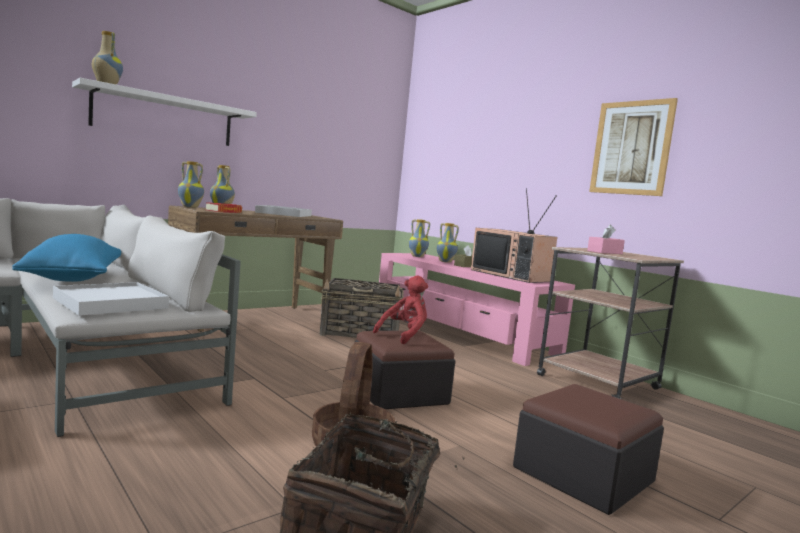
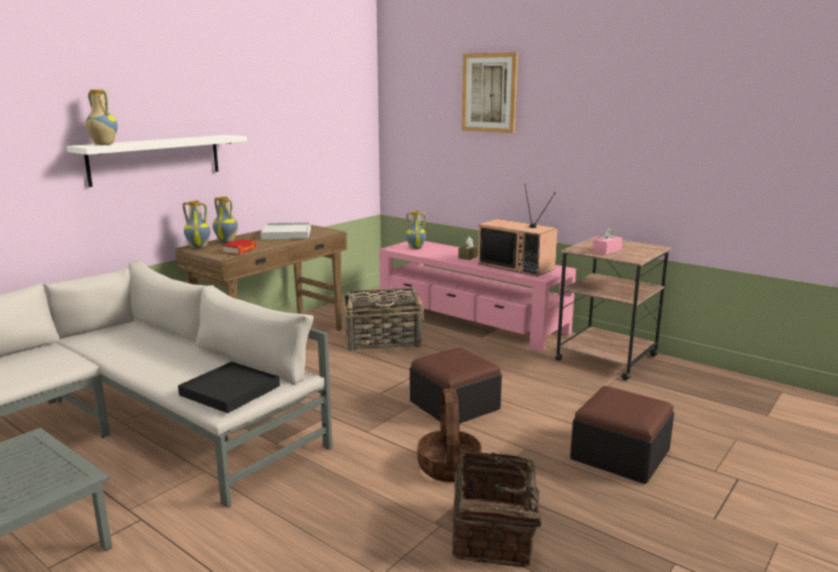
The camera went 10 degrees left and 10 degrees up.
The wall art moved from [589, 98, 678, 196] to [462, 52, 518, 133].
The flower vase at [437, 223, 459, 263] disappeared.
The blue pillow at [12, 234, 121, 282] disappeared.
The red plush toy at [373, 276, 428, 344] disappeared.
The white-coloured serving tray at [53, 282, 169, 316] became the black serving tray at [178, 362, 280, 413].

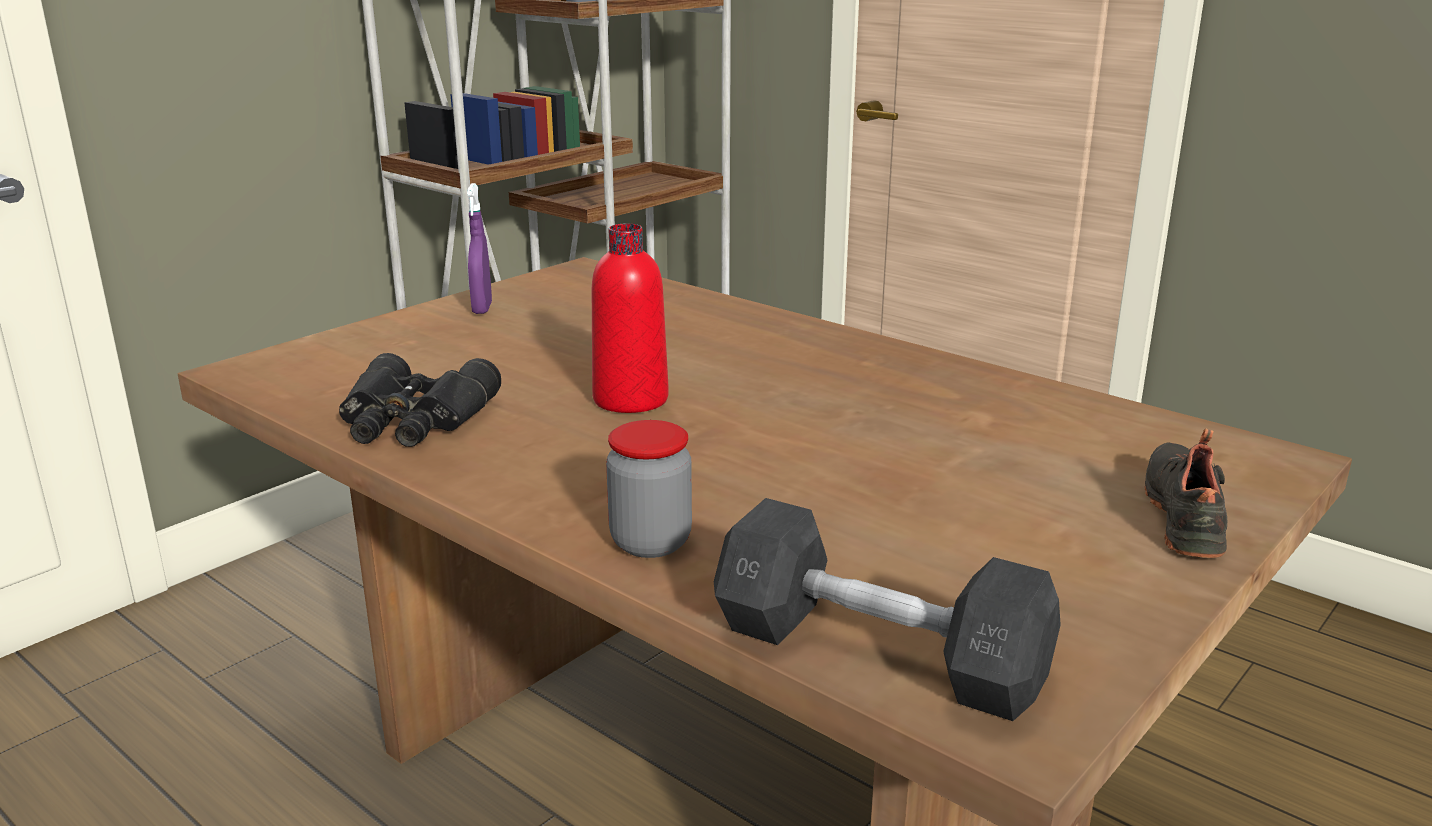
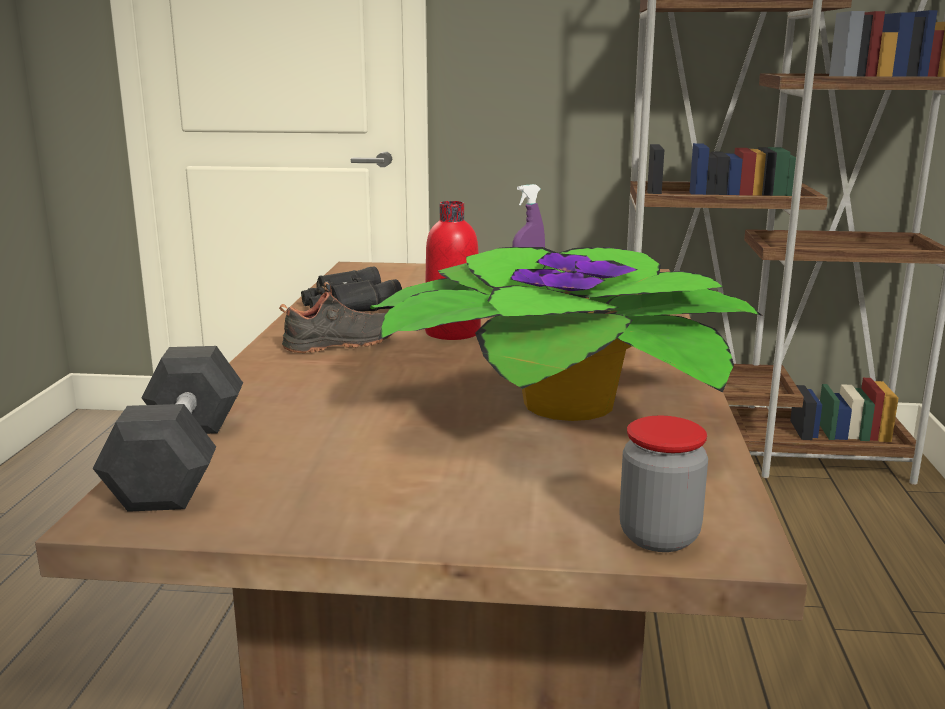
The camera went 55 degrees right and 5 degrees down.
The jar moved from [606, 420, 692, 558] to [619, 416, 708, 552].
The black item of footwear moved from [1144, 428, 1227, 558] to [279, 282, 394, 353].
The potted plant at [369, 247, 762, 421] appeared.

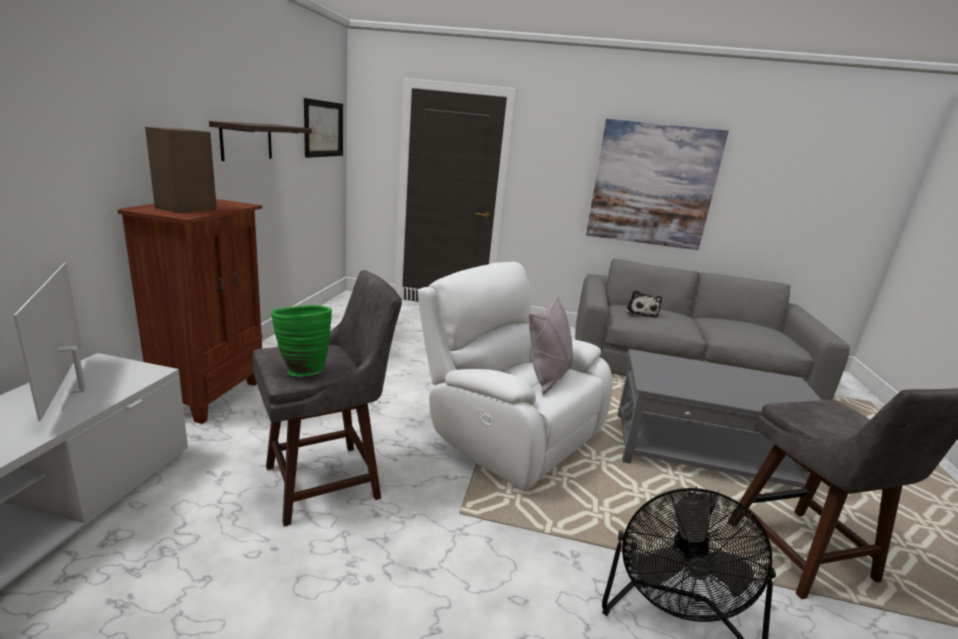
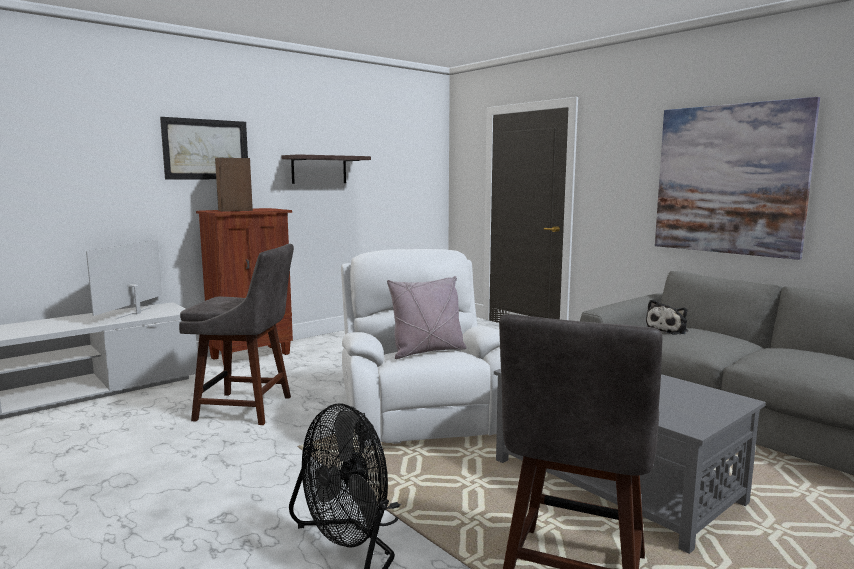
The camera went 40 degrees right and 10 degrees down.
The wall art moved from [304, 98, 343, 158] to [160, 117, 248, 180].
The greenish flower vase at [271, 305, 332, 376] disappeared.

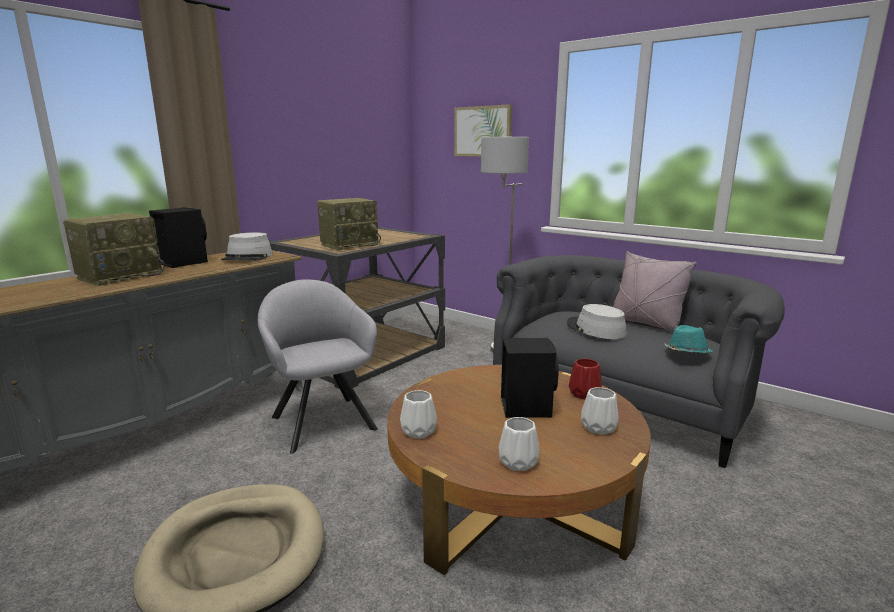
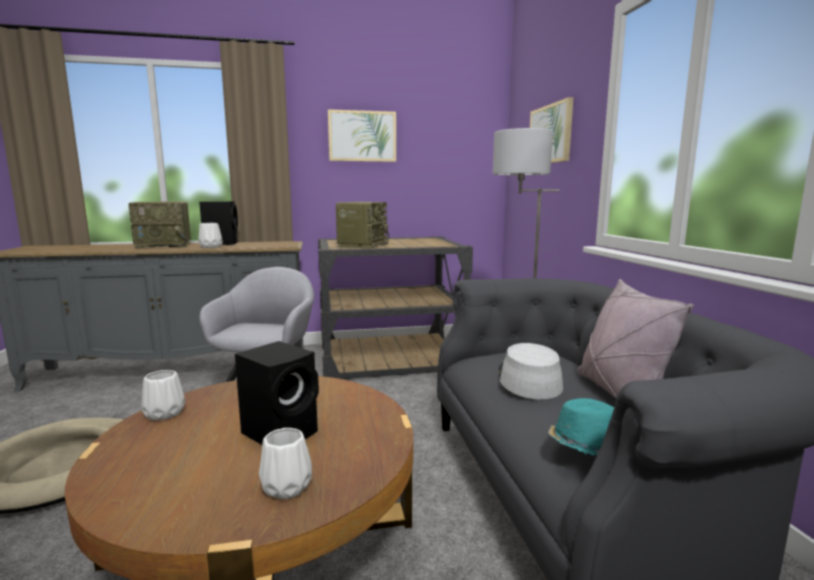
The camera went 40 degrees right and 5 degrees down.
The radio at [317, 198, 381, 250] turned 75 degrees counterclockwise.
The greyish hat at [221, 232, 273, 260] disappeared.
The red flower vase at [569, 359, 602, 399] disappeared.
The white-coloured flower vase moved from [499, 417, 540, 471] to [198, 223, 223, 248].
The wall art at [328, 109, 396, 162] appeared.

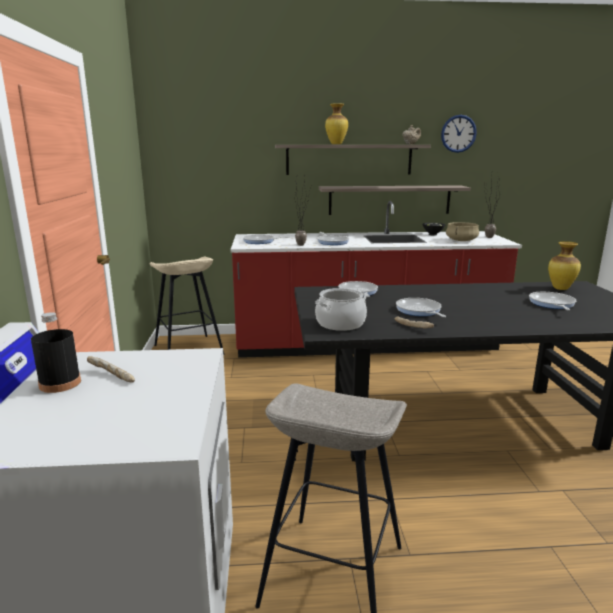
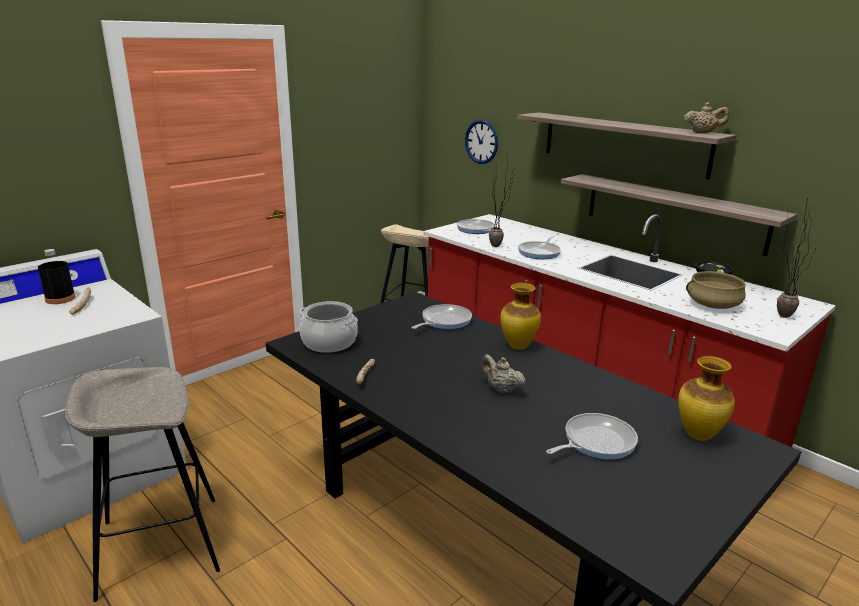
The camera went 50 degrees right and 5 degrees up.
The flower vase moved from [325, 104, 348, 144] to [500, 282, 541, 350].
The clock on the wall moved from [441, 115, 477, 153] to [465, 120, 498, 164].
The pan at [396, 298, 446, 317] disappeared.
The beige pot for tea at [481, 354, 526, 394] appeared.

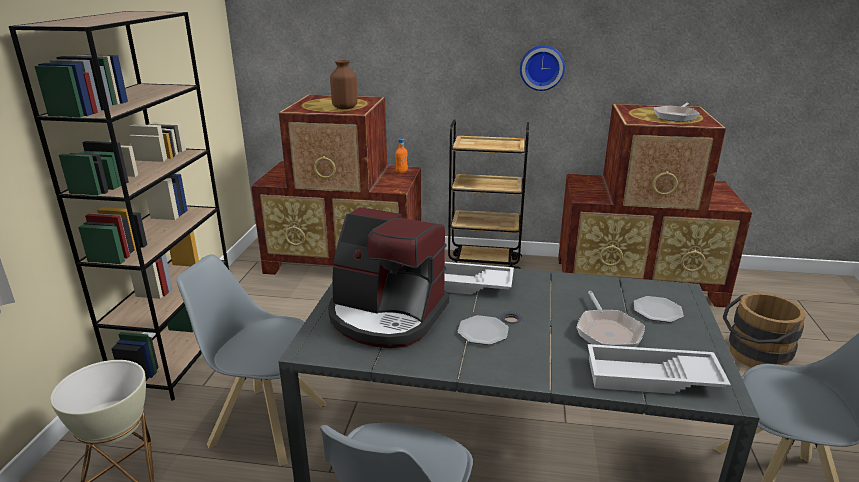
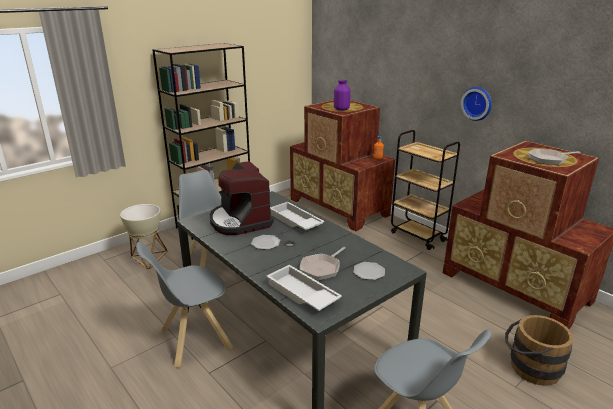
The camera went 40 degrees right and 0 degrees up.
The brown flower vase at [330, 60, 358, 109] became the purple-coloured flower vase at [334, 80, 351, 111].

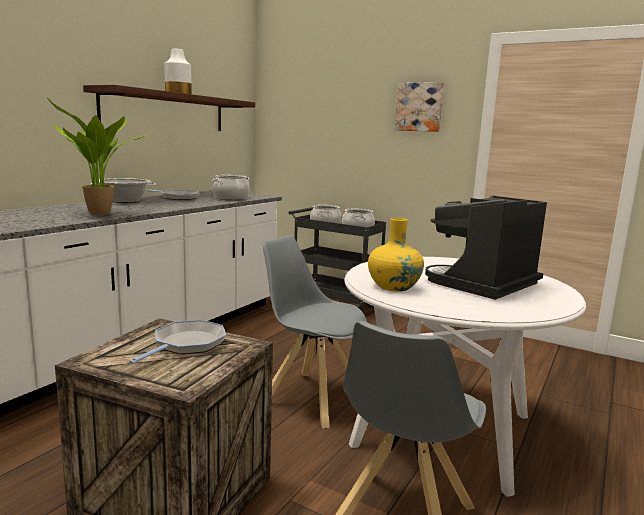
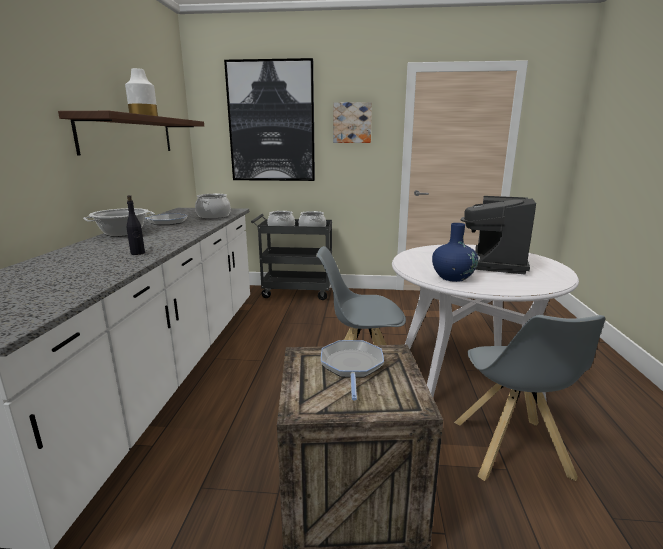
The camera went 25 degrees left and 5 degrees up.
The potted plant at [47, 98, 148, 215] was replaced by the black beverage bottle at [127, 195, 145, 255].
The yellow flower vase at [368, 218, 424, 291] became the blue flower vase at [432, 223, 478, 282].
The wall art at [224, 58, 315, 181] appeared.

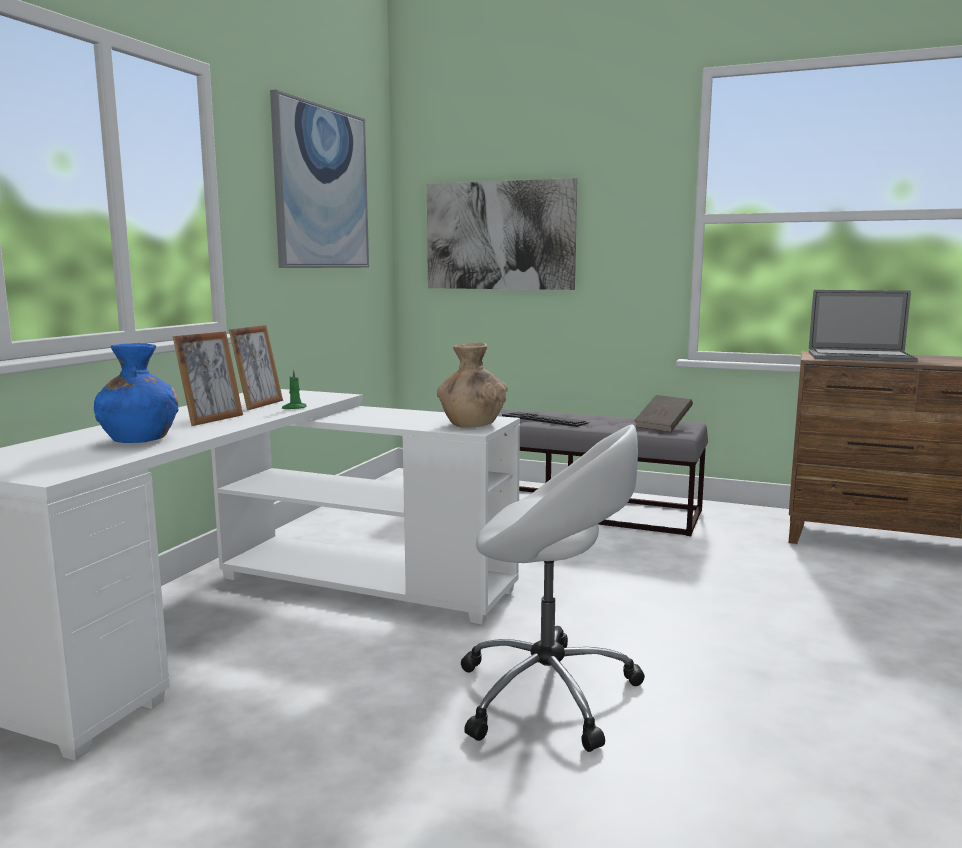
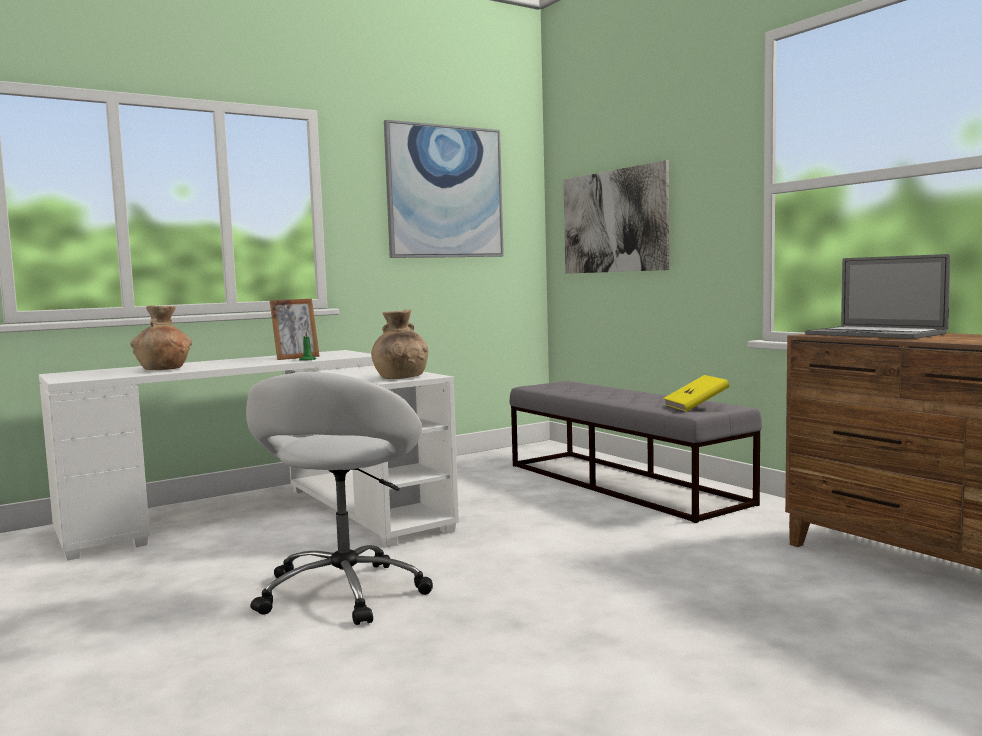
The camera went 35 degrees right and 5 degrees down.
The standing frame at [173, 331, 243, 426] disappeared.
The blue flower vase at [94, 343, 179, 443] became the brown flower vase at [130, 306, 192, 370].
The brown volume at [634, 395, 693, 432] became the yellow volume at [663, 375, 729, 412].
The keyboard at [502, 412, 589, 427] disappeared.
The white-coloured desk chair at [461, 424, 645, 752] turned 45 degrees clockwise.

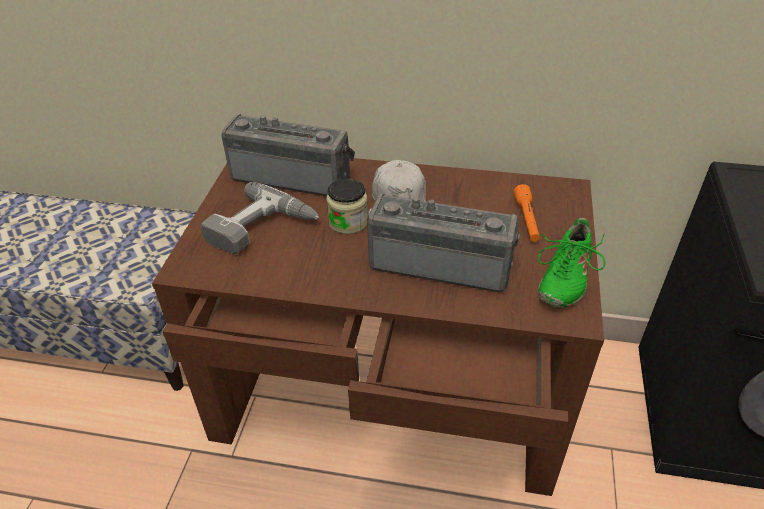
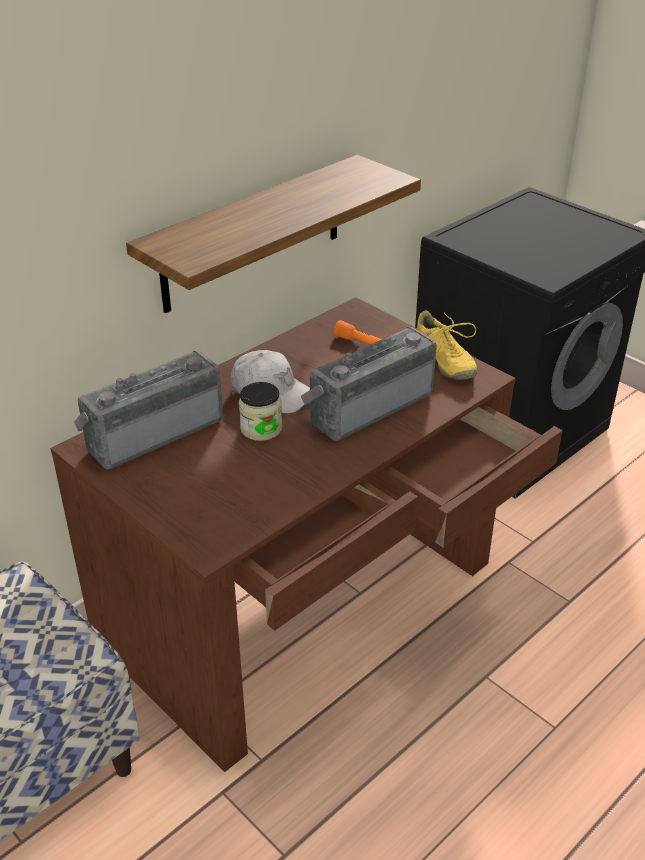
The camera went 55 degrees left and 5 degrees down.
The power drill at [200, 182, 319, 255] disappeared.
The greenish item of footwear at [538, 218, 605, 307] became the yellow item of footwear at [417, 311, 477, 380].
The bracket shelf at [126, 155, 421, 313] appeared.

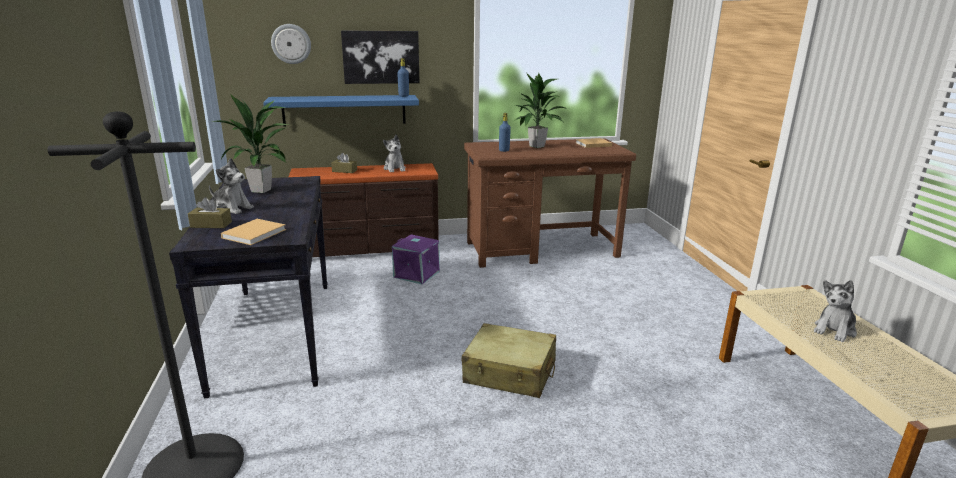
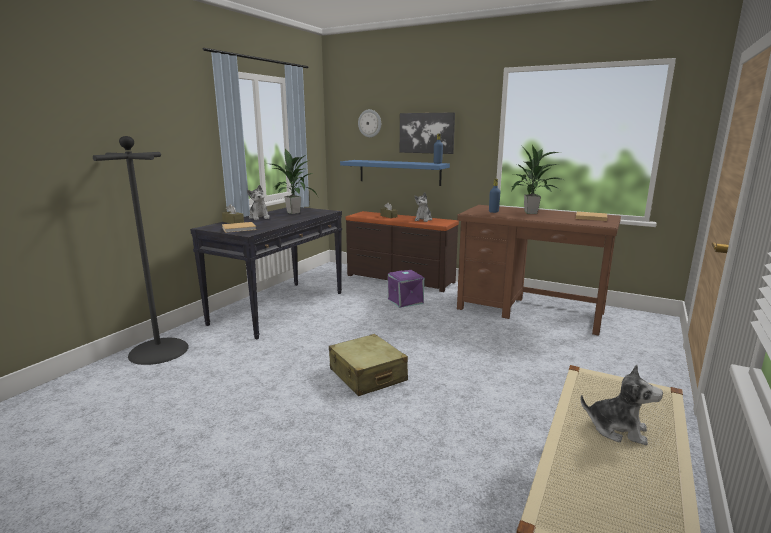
The camera went 40 degrees right and 5 degrees down.
The plush toy at [814, 280, 857, 342] turned 150 degrees counterclockwise.

